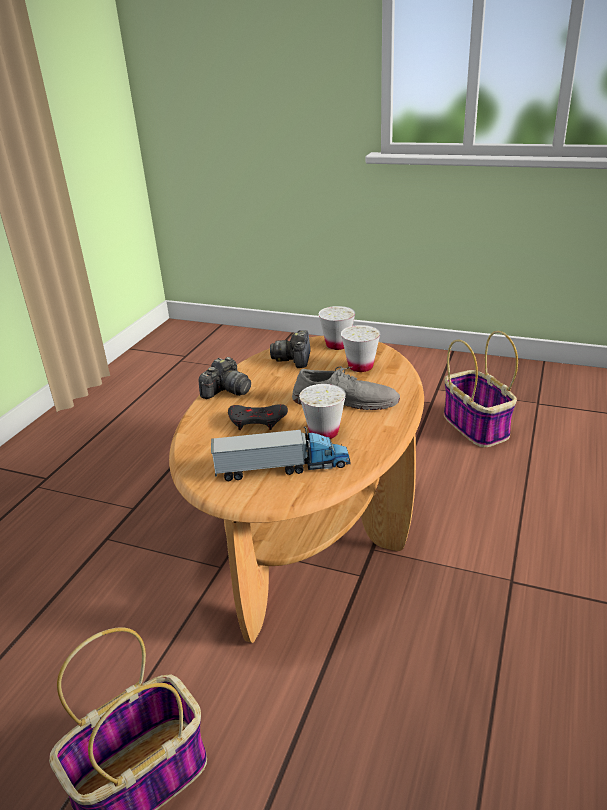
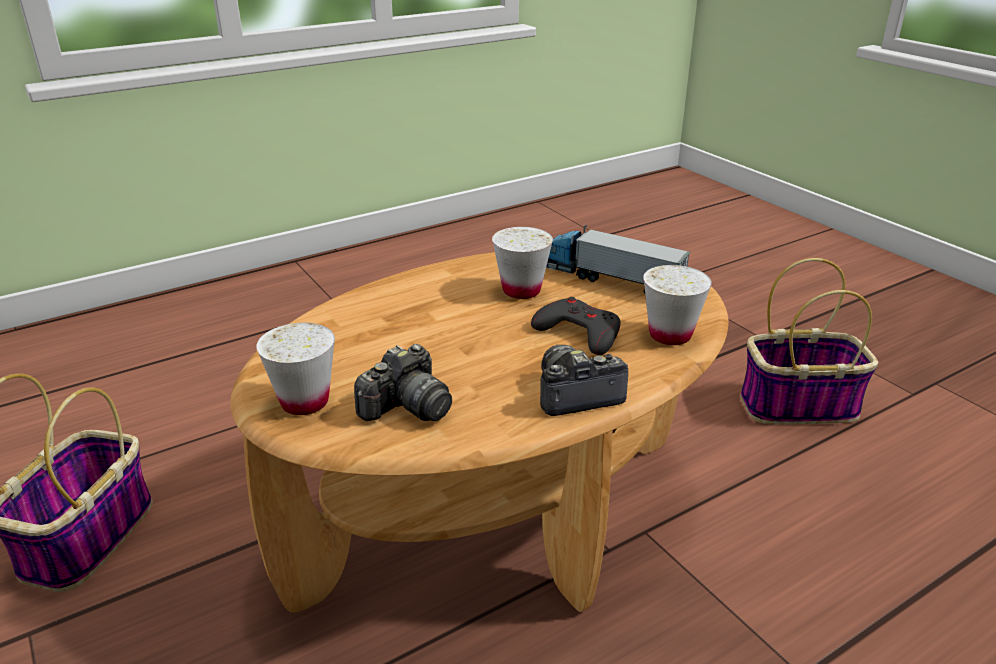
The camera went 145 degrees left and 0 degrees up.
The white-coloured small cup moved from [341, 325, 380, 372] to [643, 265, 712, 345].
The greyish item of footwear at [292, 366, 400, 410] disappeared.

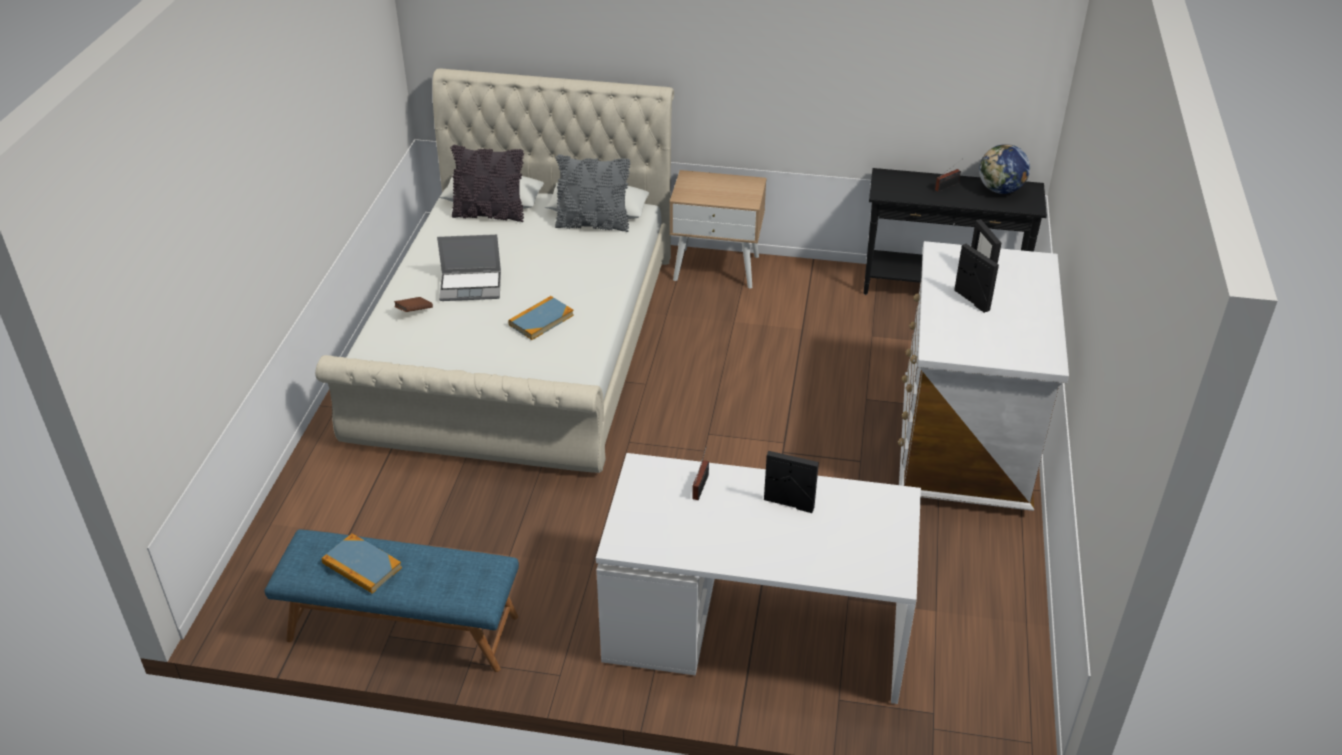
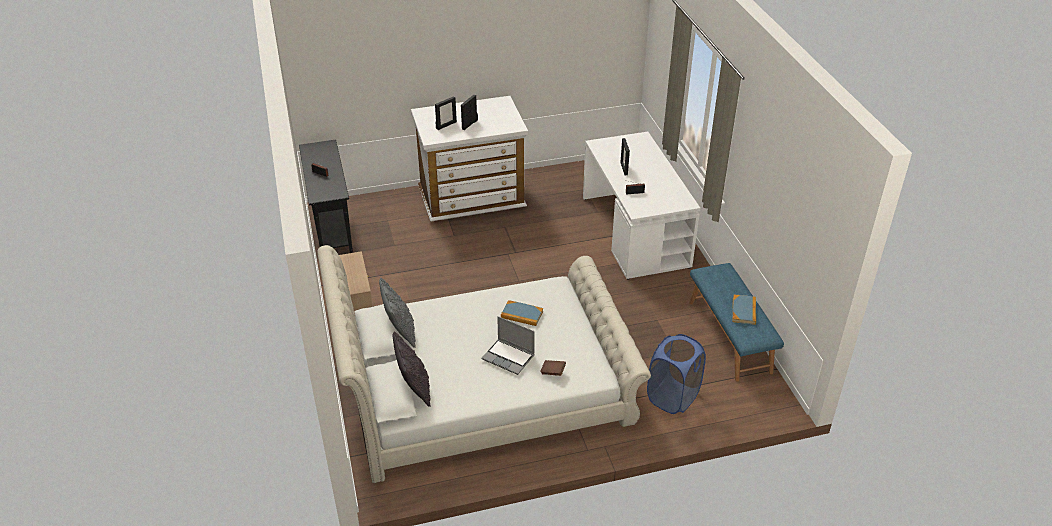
The camera went 115 degrees left and 0 degrees up.
The globe at [979, 144, 1030, 194] disappeared.
The laptop at [437, 234, 501, 301] turned 150 degrees clockwise.
The blue washing basket at [647, 334, 706, 414] appeared.

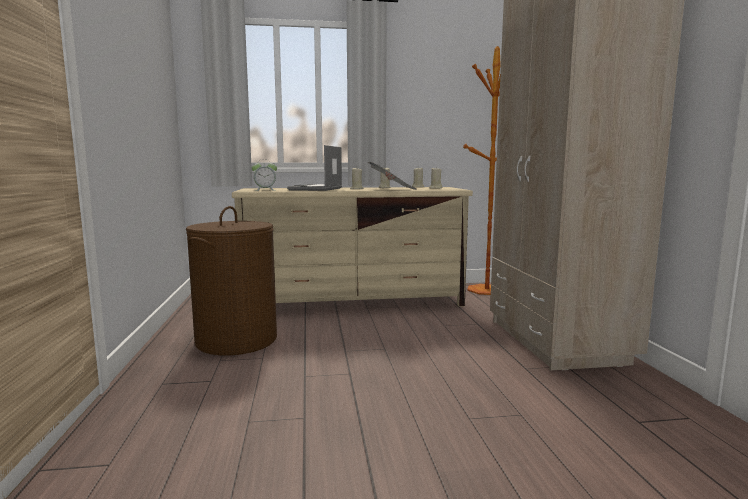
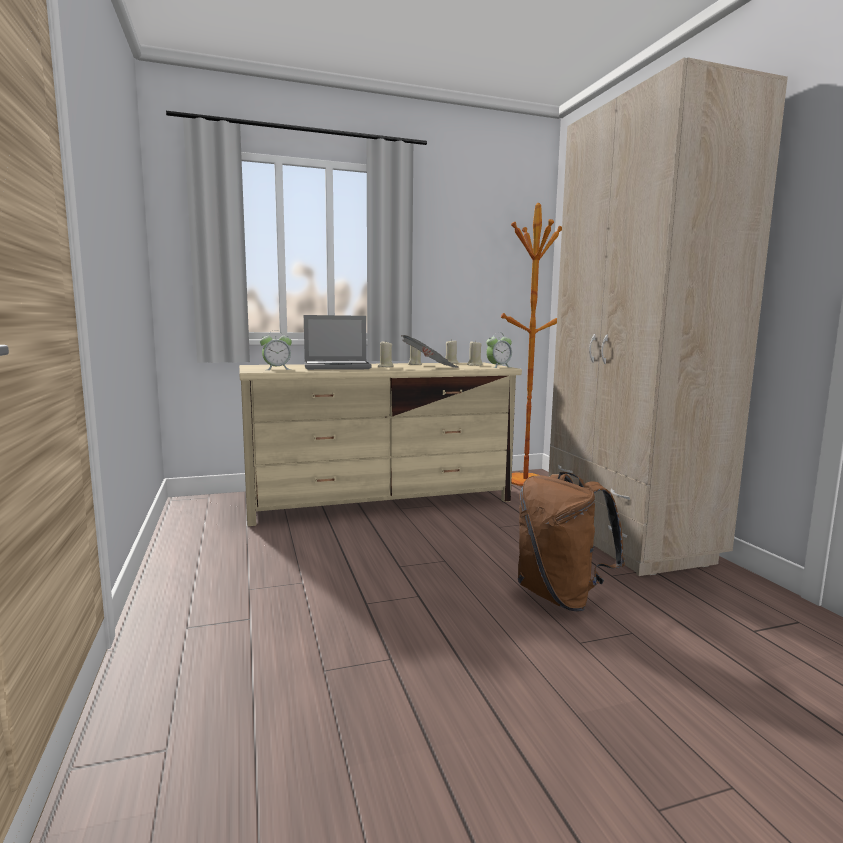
The camera went 10 degrees left and 0 degrees up.
The laptop at [287, 145, 342, 191] turned 105 degrees counterclockwise.
The brown washing basket at [186, 206, 277, 355] disappeared.
The alarm clock at [486, 332, 512, 368] appeared.
The brown knapsack at [518, 472, 625, 612] appeared.

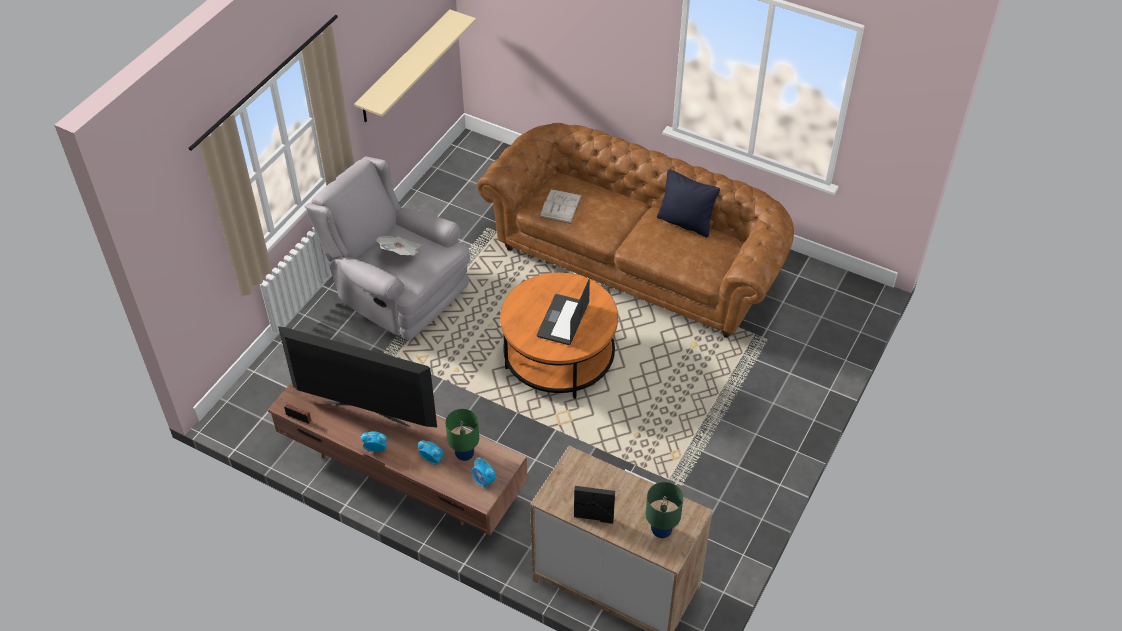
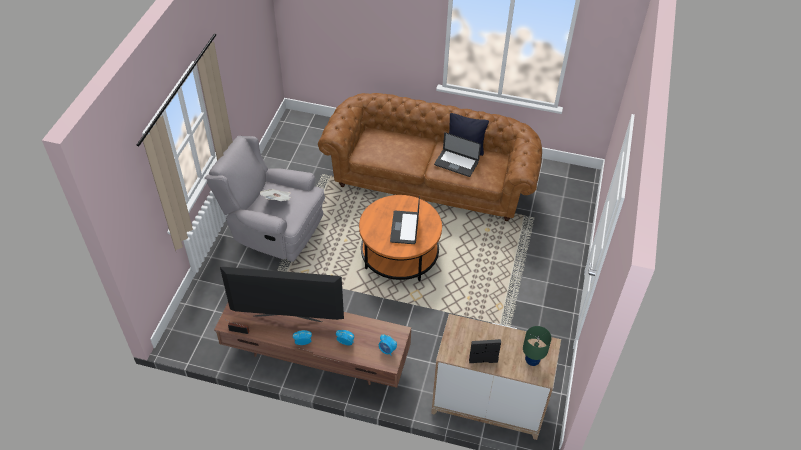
The camera went 15 degrees left and 0 degrees up.
The beige bracket shelf at [354, 10, 476, 122] disappeared.
The white-coloured volume at [539, 189, 582, 224] disappeared.
The greenish table lamp at [446, 409, 479, 461] disappeared.
The laptop at [434, 132, 481, 177] appeared.

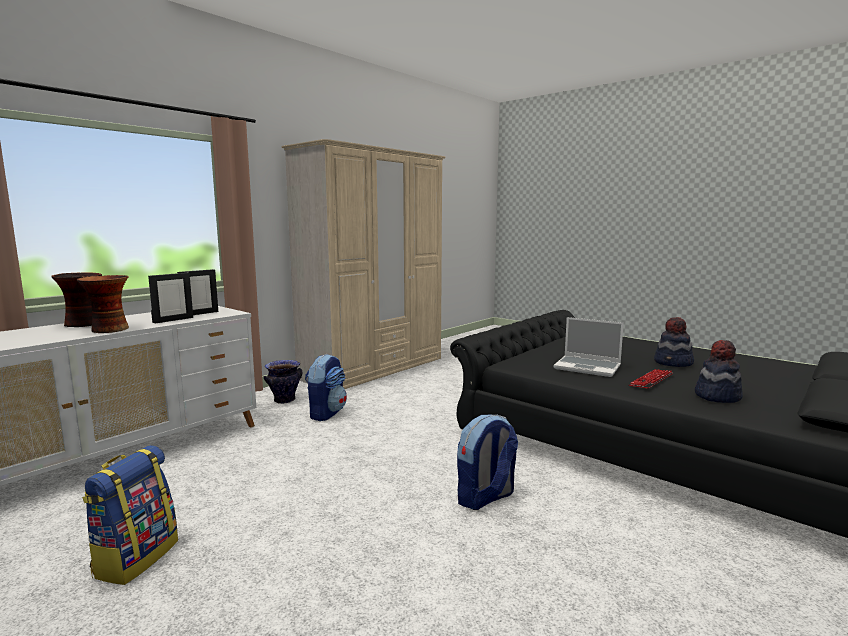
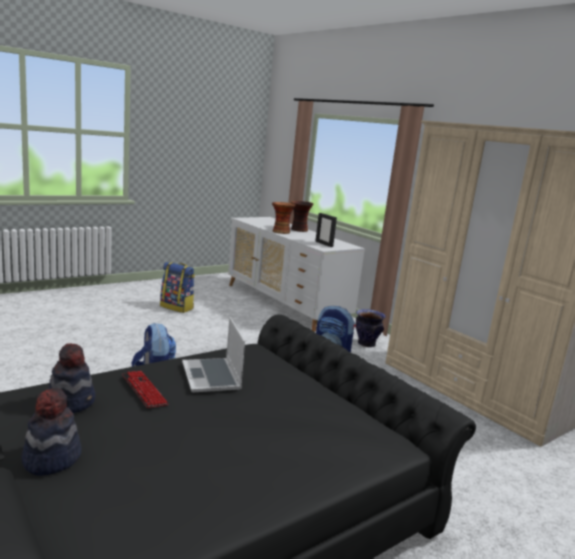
The camera went 100 degrees right and 5 degrees up.
The standing frame at [148, 273, 193, 324] disappeared.
The laptop at [554, 317, 624, 377] turned 60 degrees counterclockwise.
The hat moved from [654, 317, 694, 367] to [21, 388, 81, 476].

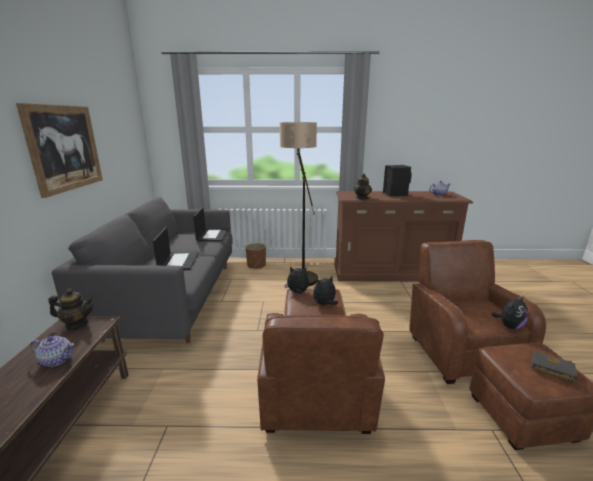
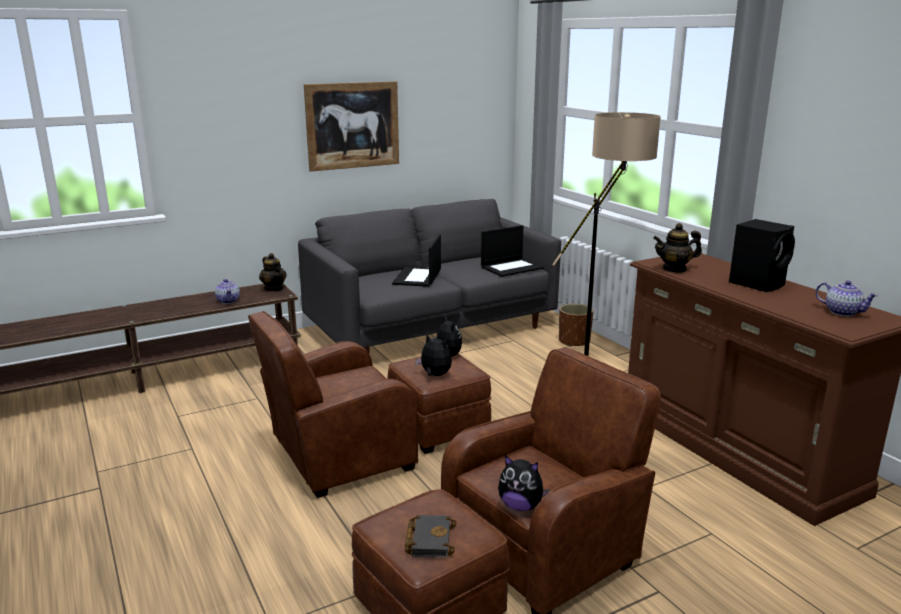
The camera went 60 degrees right and 0 degrees up.
The laptop at [153, 227, 199, 270] turned 135 degrees clockwise.

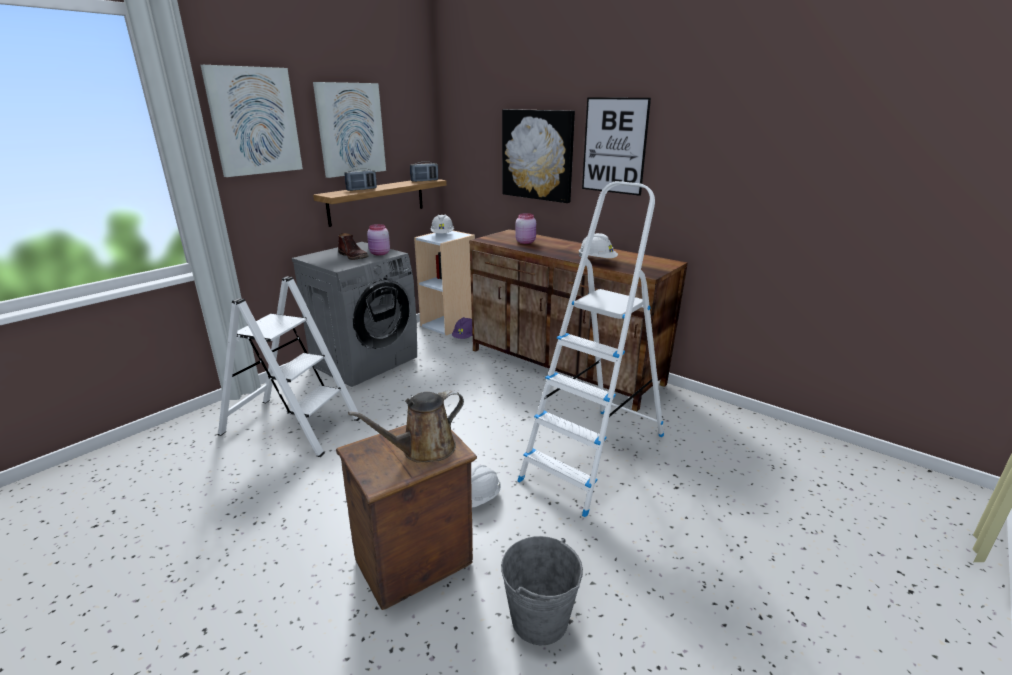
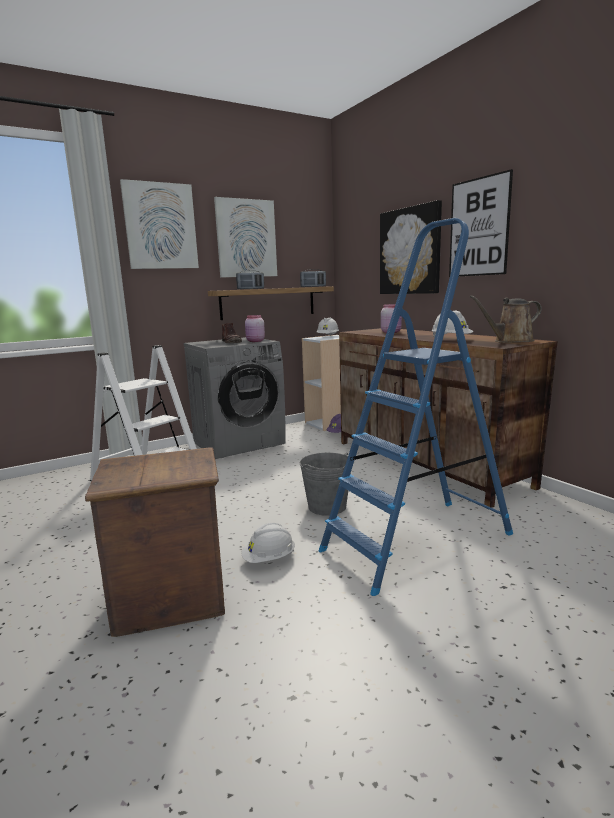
The camera went 20 degrees right and 10 degrees down.
The white-coloured step stool at [518, 181, 664, 517] became the blue step stool at [319, 218, 513, 596].
The brown sprinkling can moved from [348, 390, 464, 463] to [470, 295, 542, 343].
The greyish pail moved from [501, 536, 583, 645] to [300, 453, 351, 516].

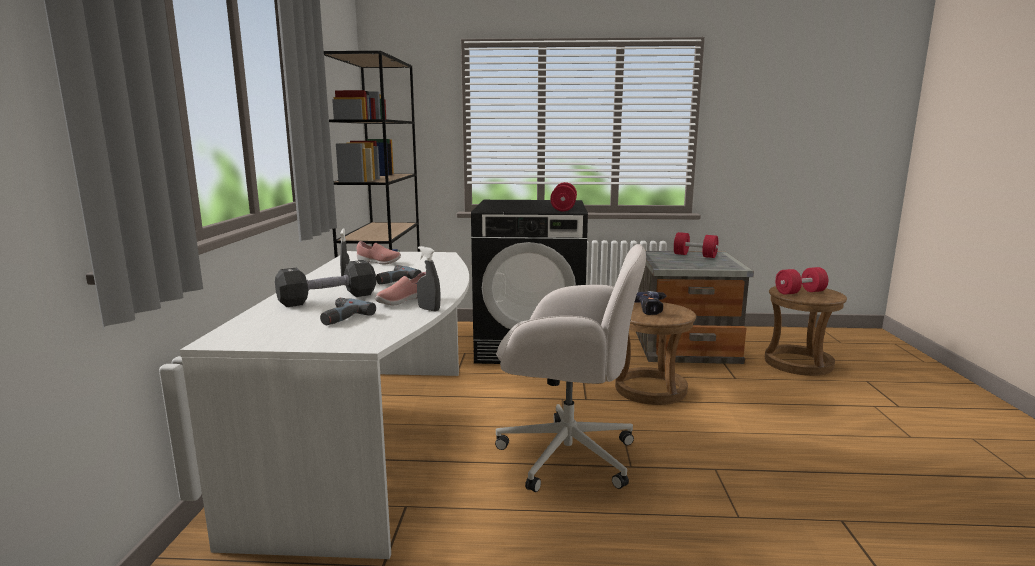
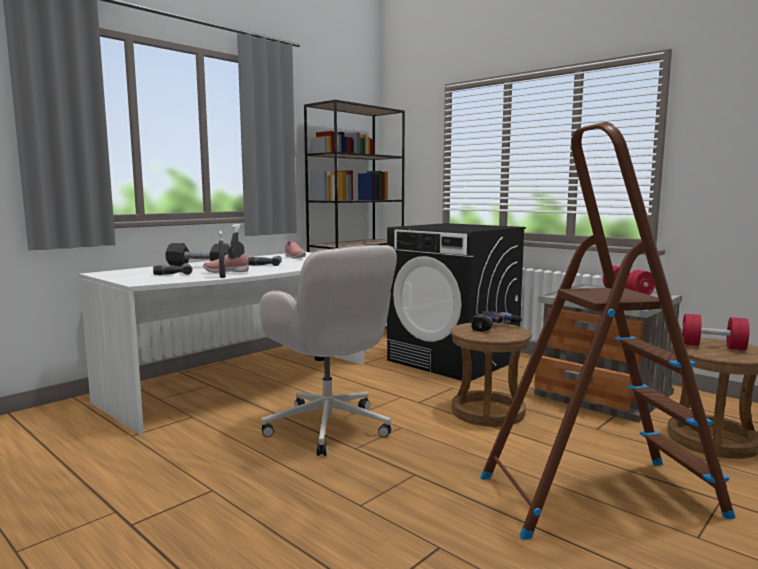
The camera went 40 degrees right and 5 degrees down.
The red free weight at [550, 182, 577, 211] disappeared.
The brown step stool at [480, 122, 736, 540] appeared.

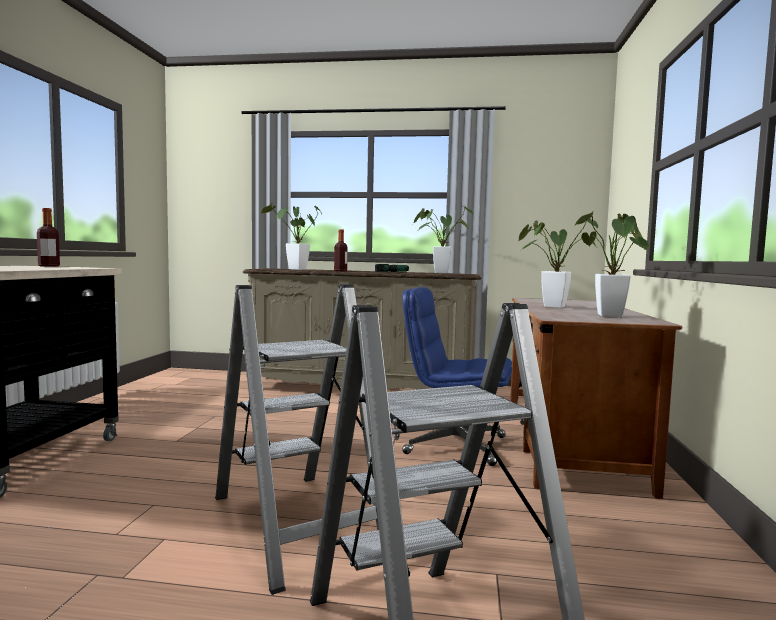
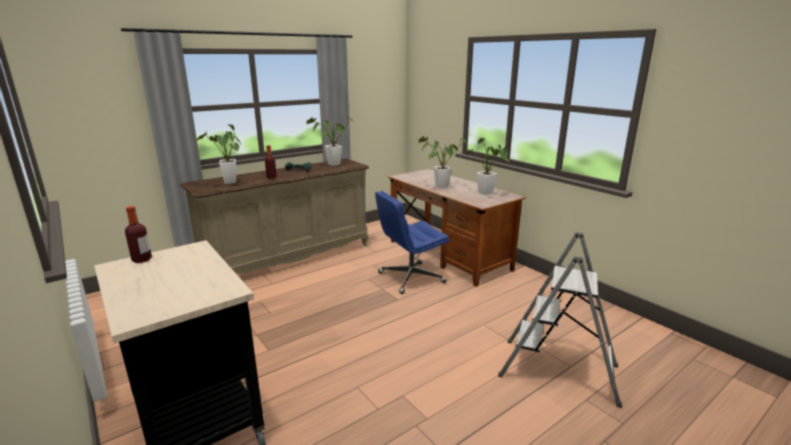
The camera went 45 degrees left and 15 degrees up.
The greyish step stool at [215, 284, 379, 595] disappeared.

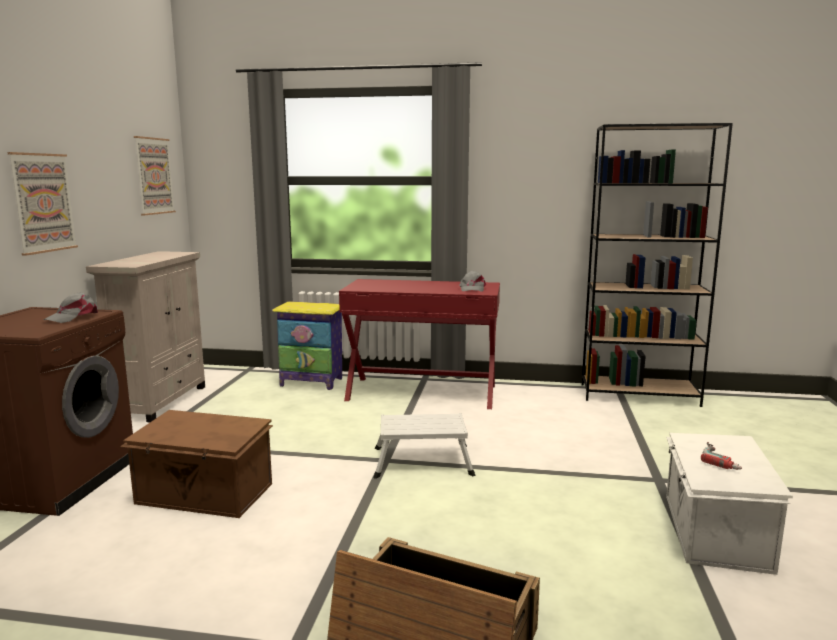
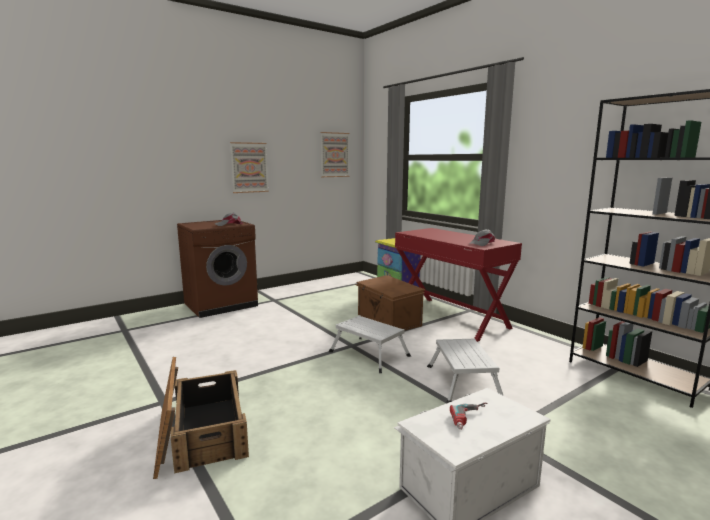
The camera went 45 degrees right and 0 degrees up.
The beige cabinet at [86, 251, 205, 422] disappeared.
The brown storage container moved from [120, 410, 273, 518] to [355, 275, 425, 330].
The white-coloured step stool at [427, 339, 504, 404] appeared.

